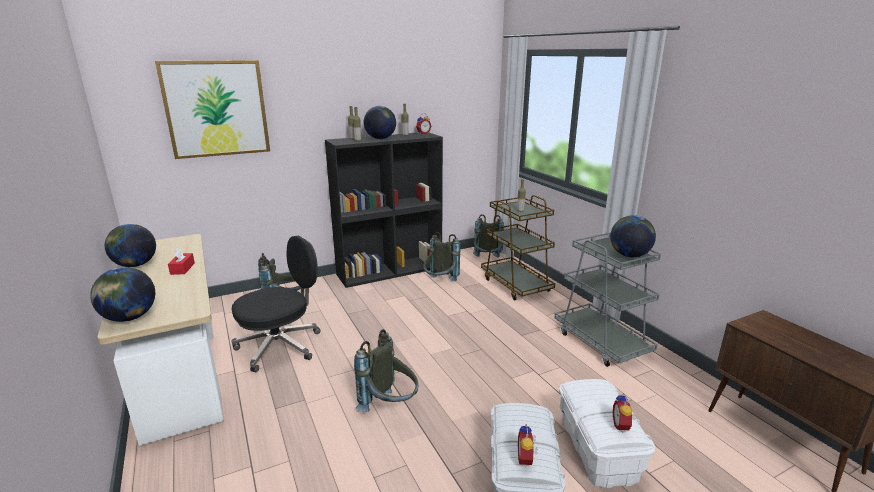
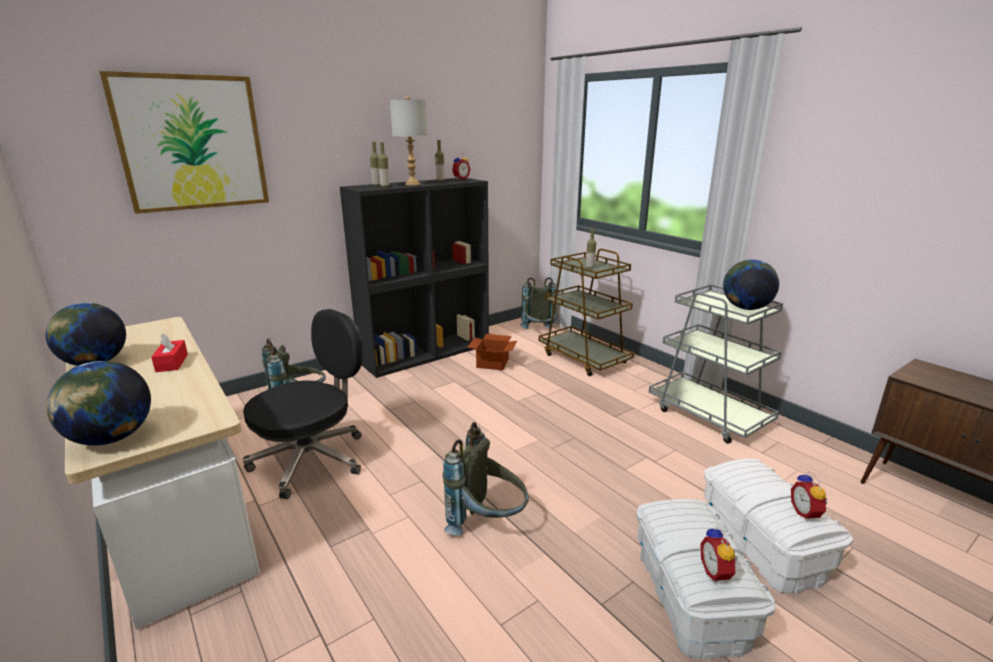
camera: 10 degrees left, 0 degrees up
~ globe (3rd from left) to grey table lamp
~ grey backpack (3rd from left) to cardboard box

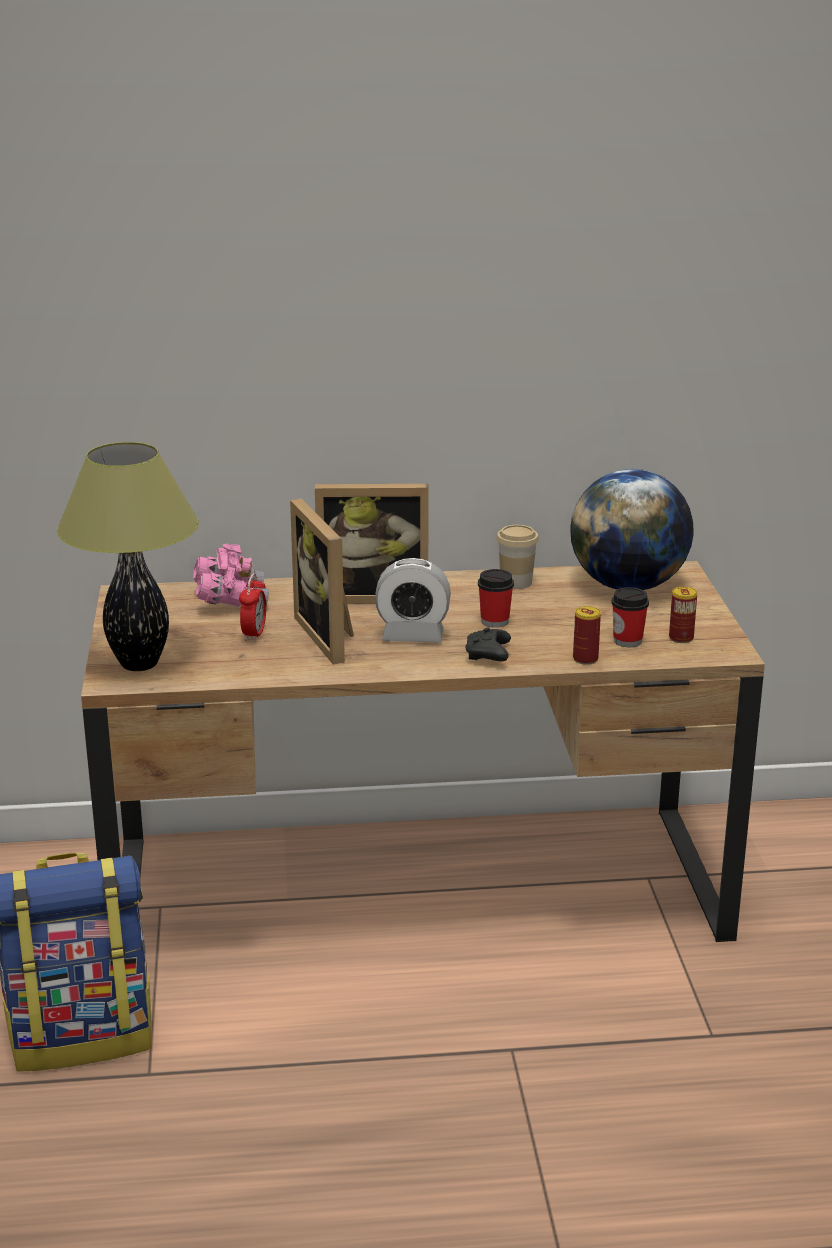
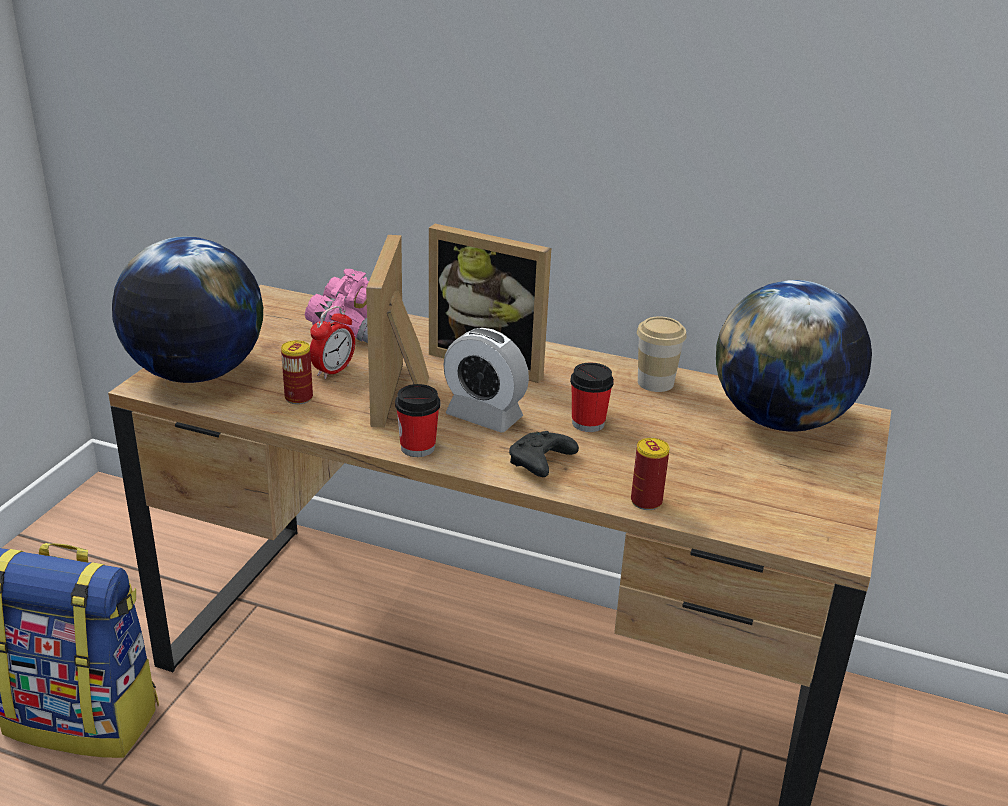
camera: 25 degrees right, 5 degrees up
~ table lamp to globe (1st from left)
~ cup (3rd from left in the first image) to cup (1st from left)
~ can (2nd from left in the first image) to can (1st from left)

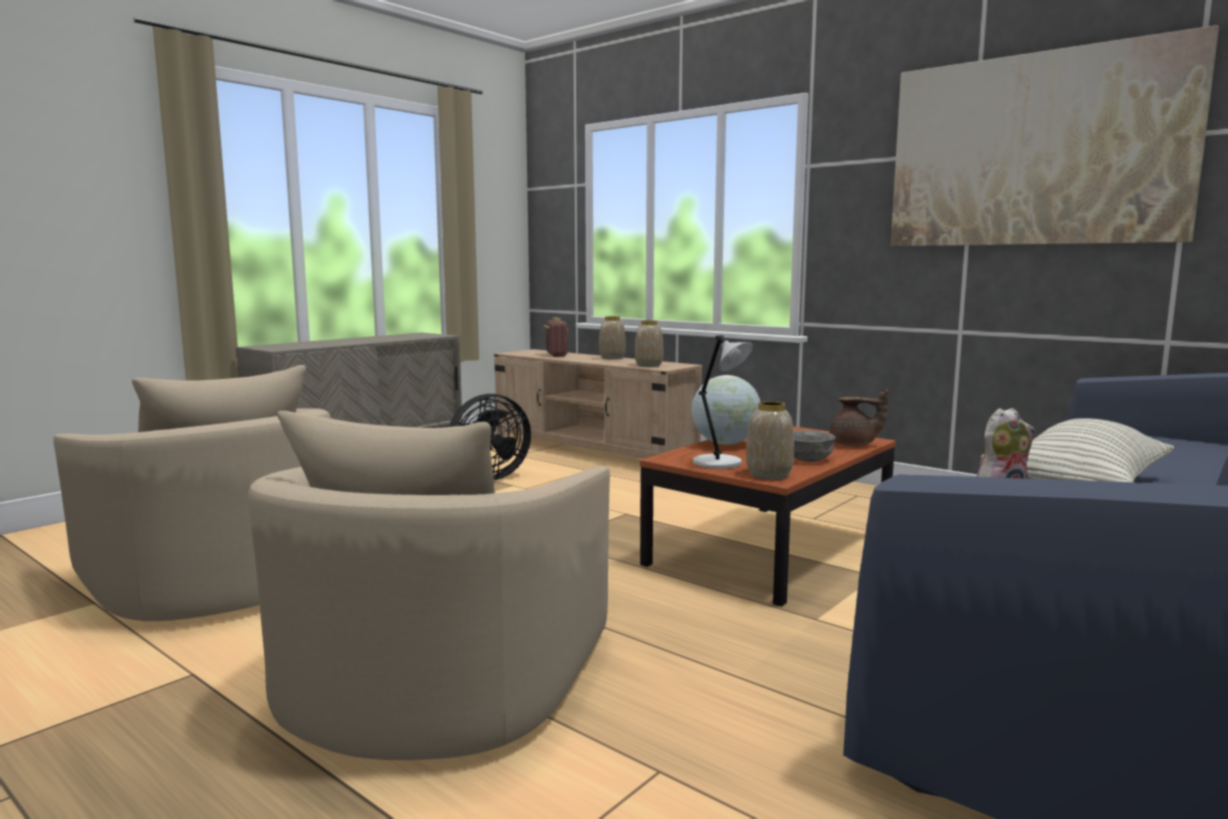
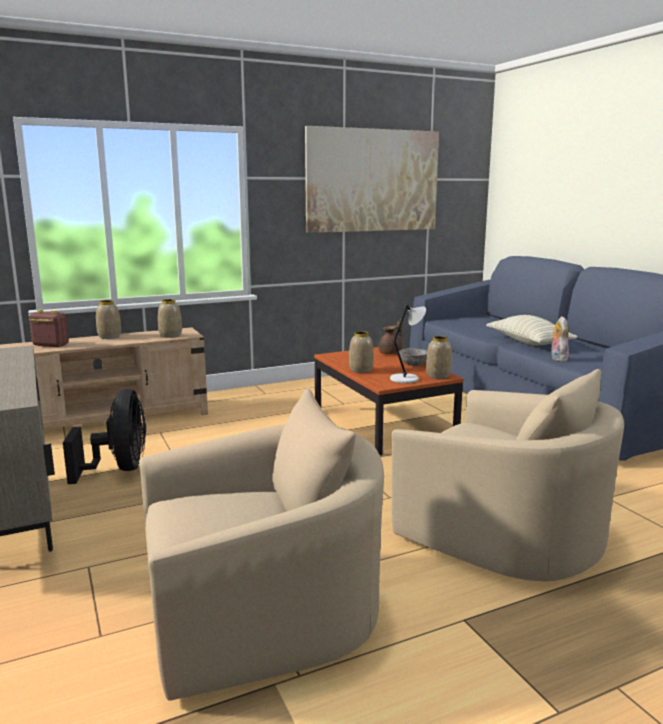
camera: 65 degrees left, 5 degrees up
~ globe to vase (3rd from left)

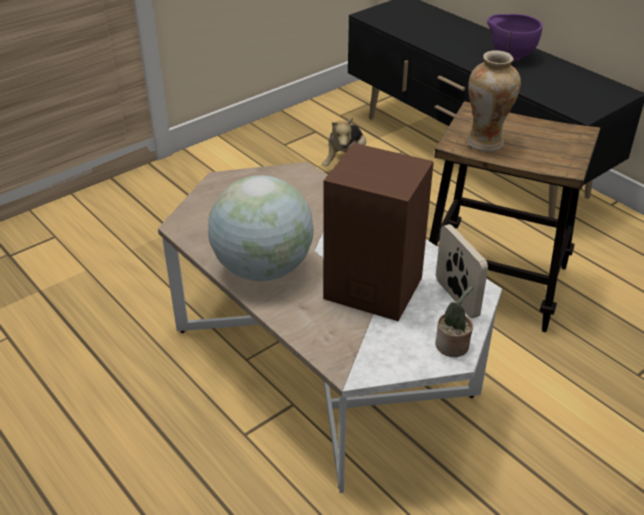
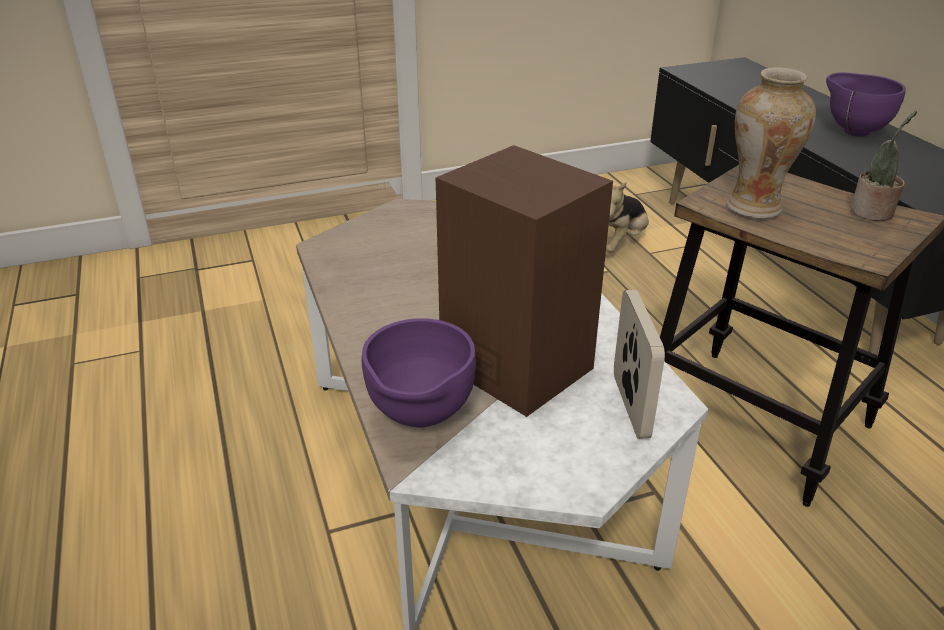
camera: 20 degrees right, 5 degrees down
- globe
~ potted plant
+ purple bowl (1st from left)

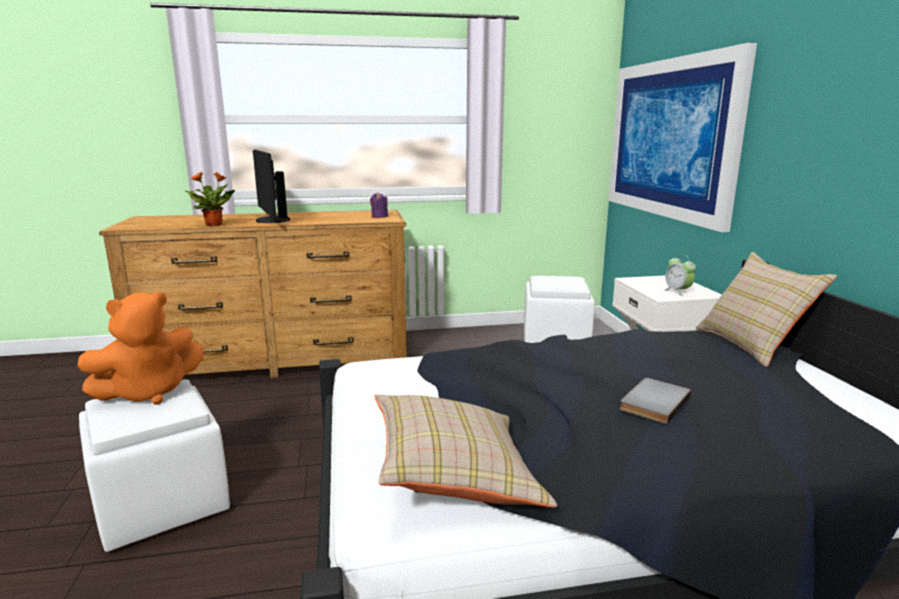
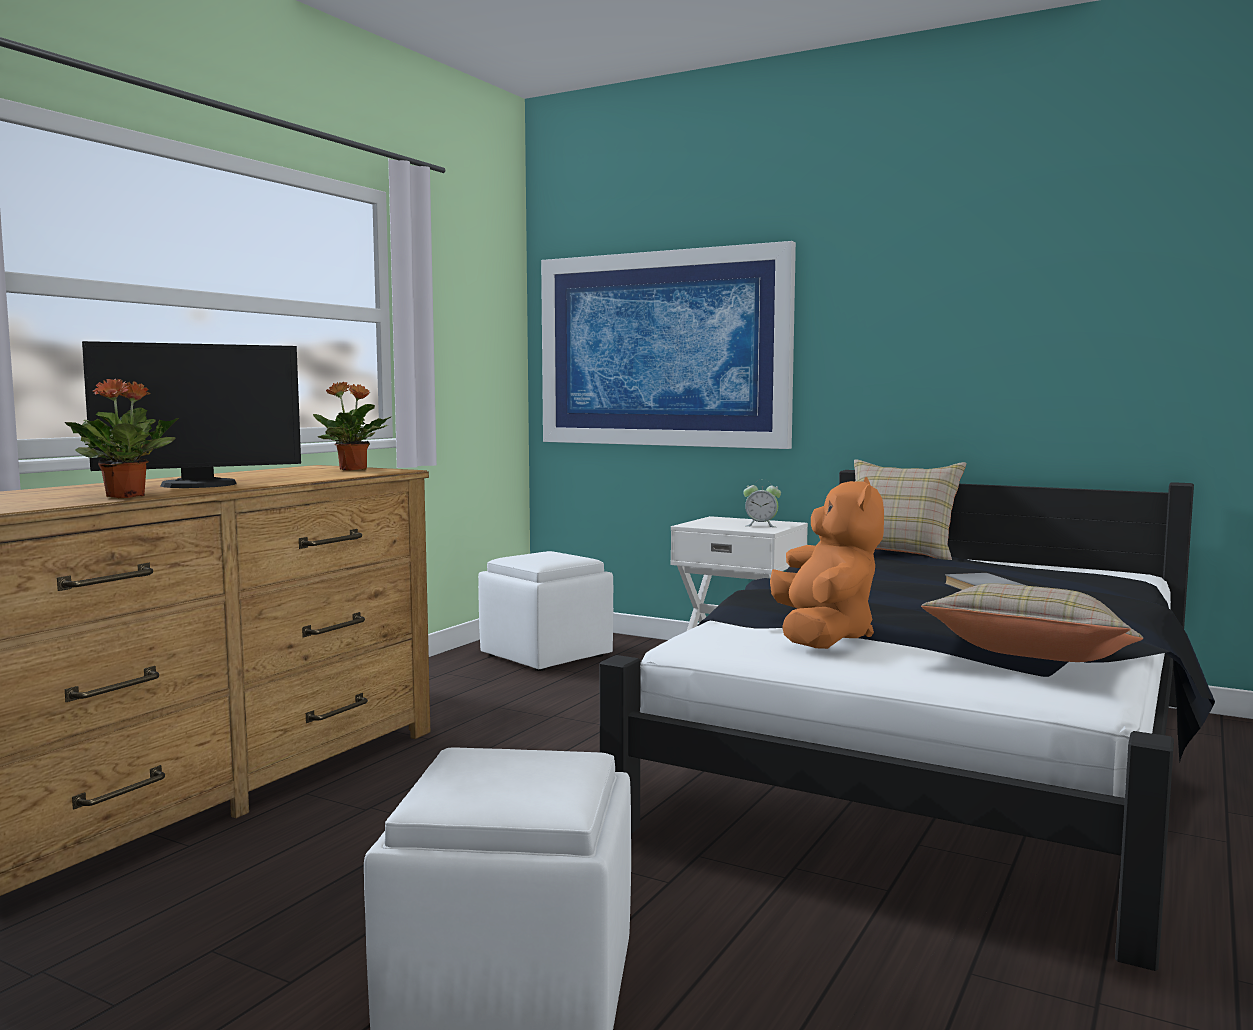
camera: 50 degrees left, 10 degrees down
~ monitor 45 degrees counterclockwise
~ purple candle to potted plant (2nd from left)
~ orange plush toy

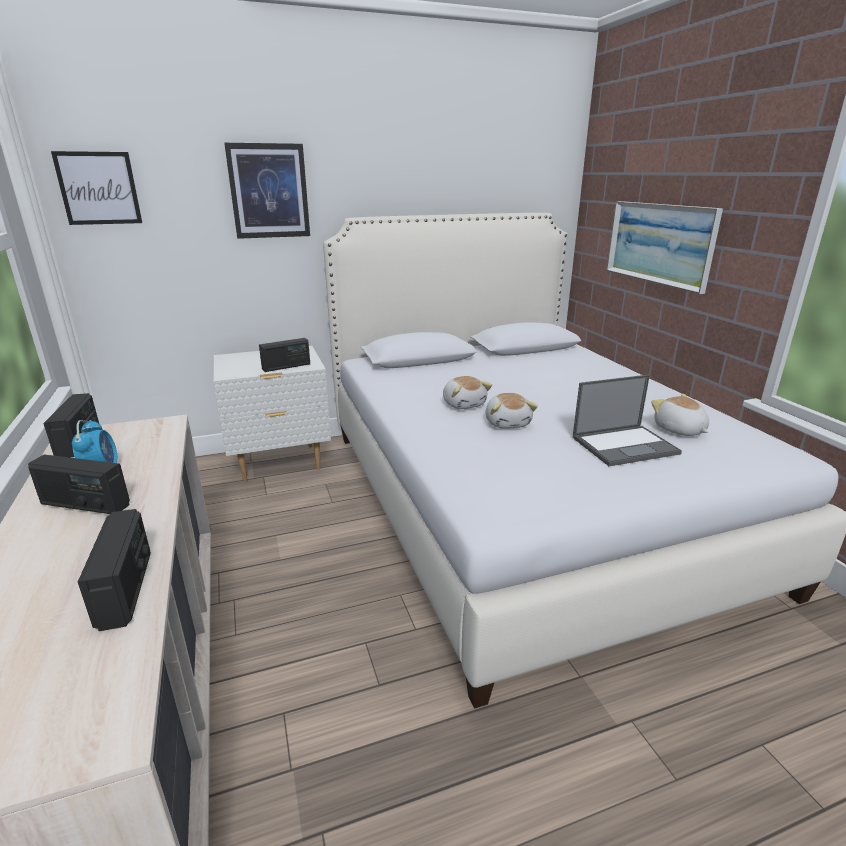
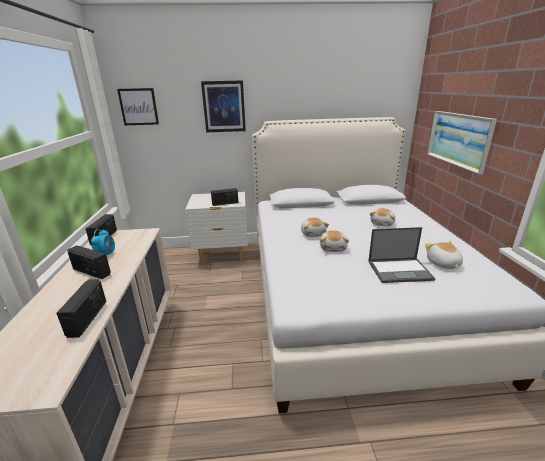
camera: 15 degrees right, 0 degrees up
+ plush toy (3rd from left)

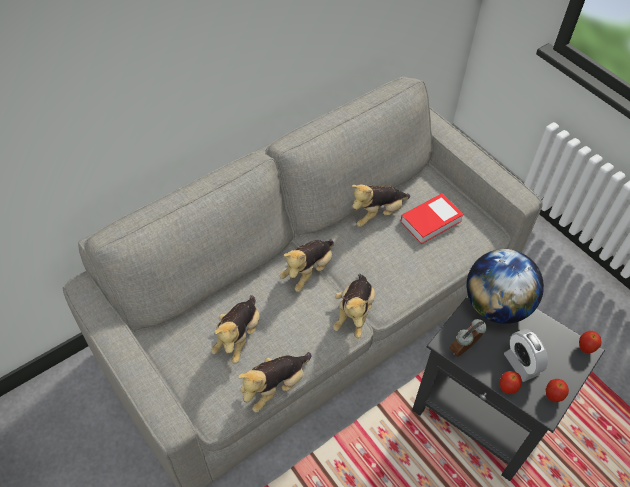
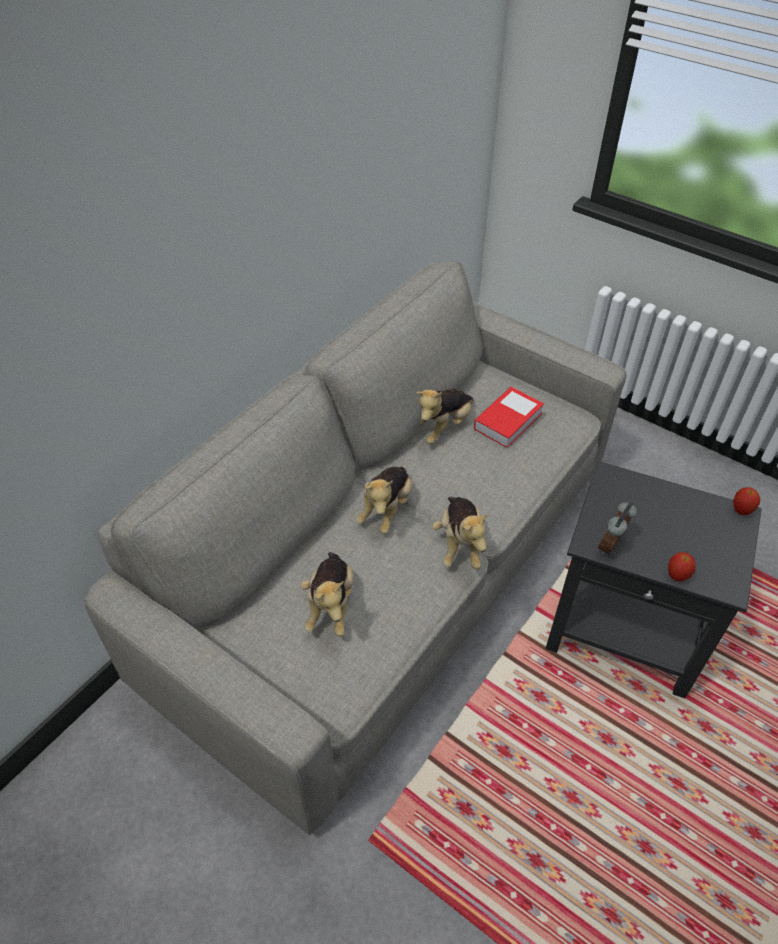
camera: 15 degrees left, 5 degrees down
- globe
- alarm clock (2nd from left)
- plush toy (2nd from left)
- apple (2nd from left)

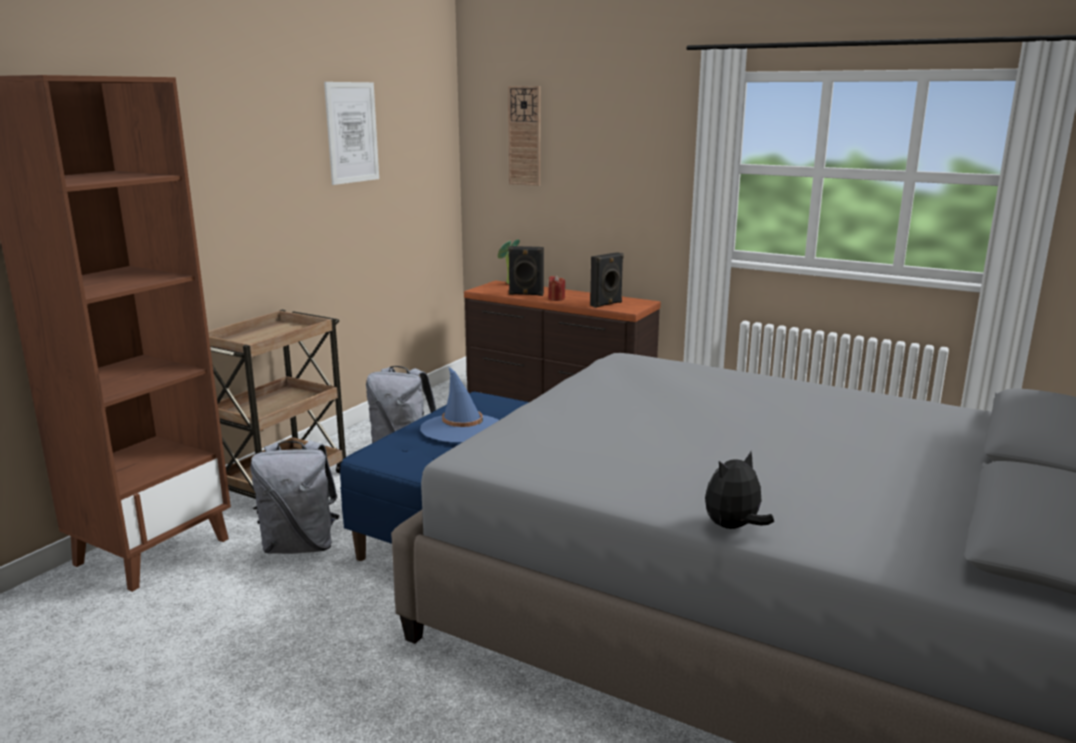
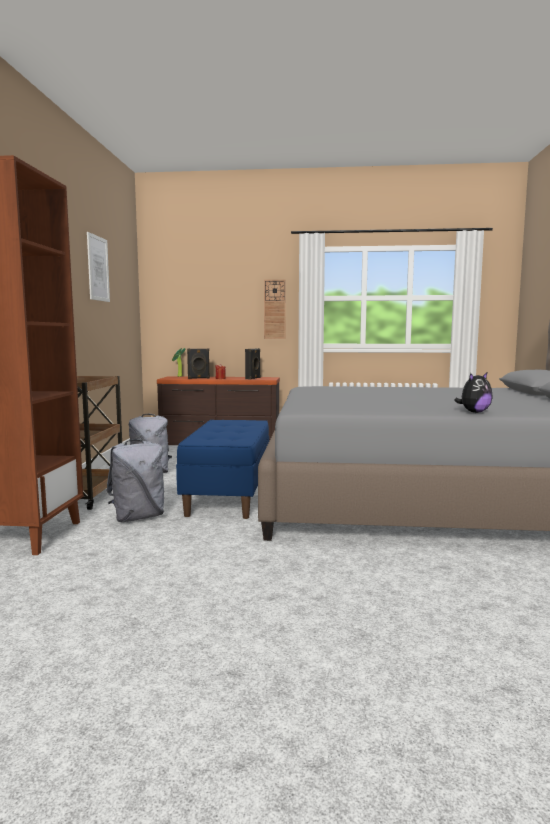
camera: 25 degrees left, 10 degrees down
~ wall clock
- blue hat
~ plush toy 150 degrees counterclockwise

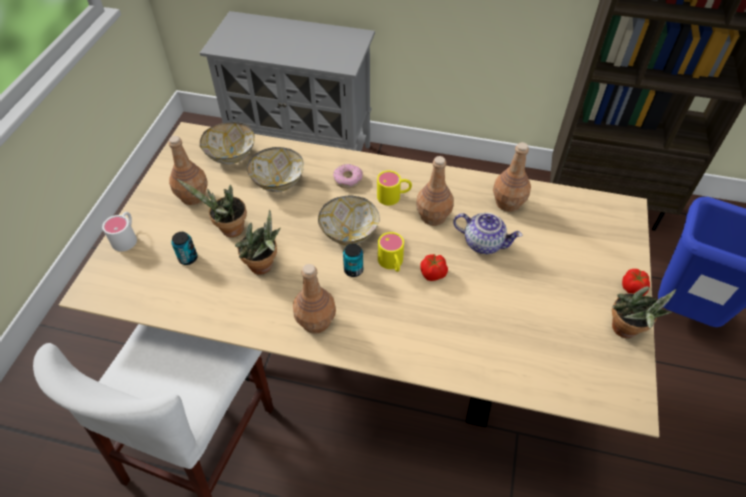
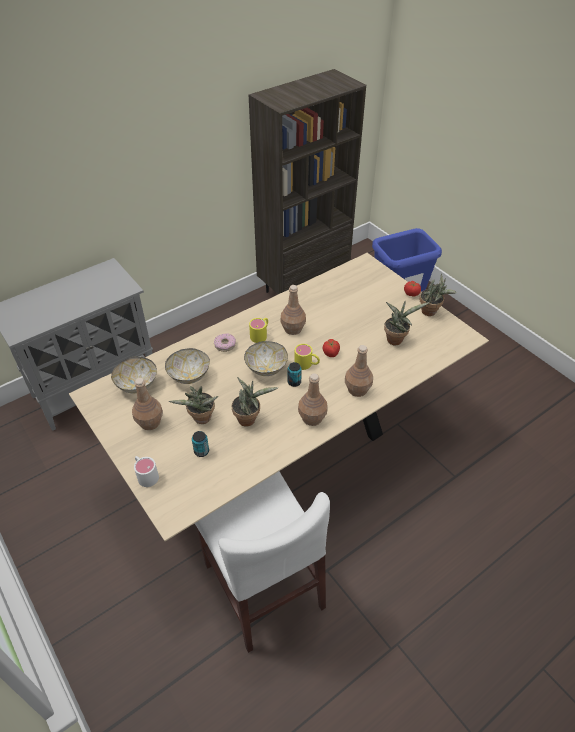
camera: 50 degrees left, 5 degrees down
~ brown bottle (4th from left)
- teapot
+ potted plant (3rd from left)

